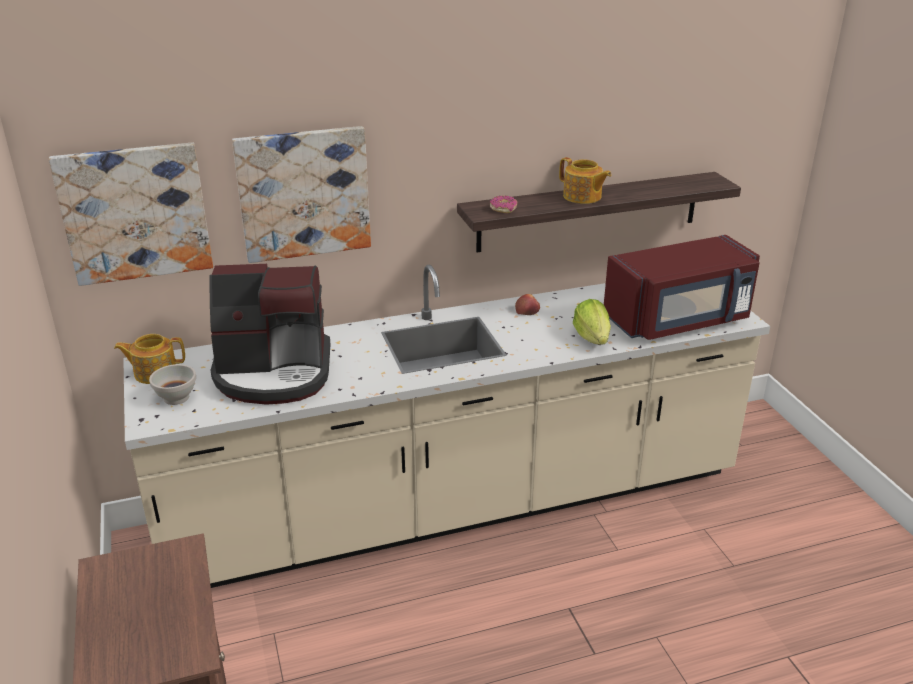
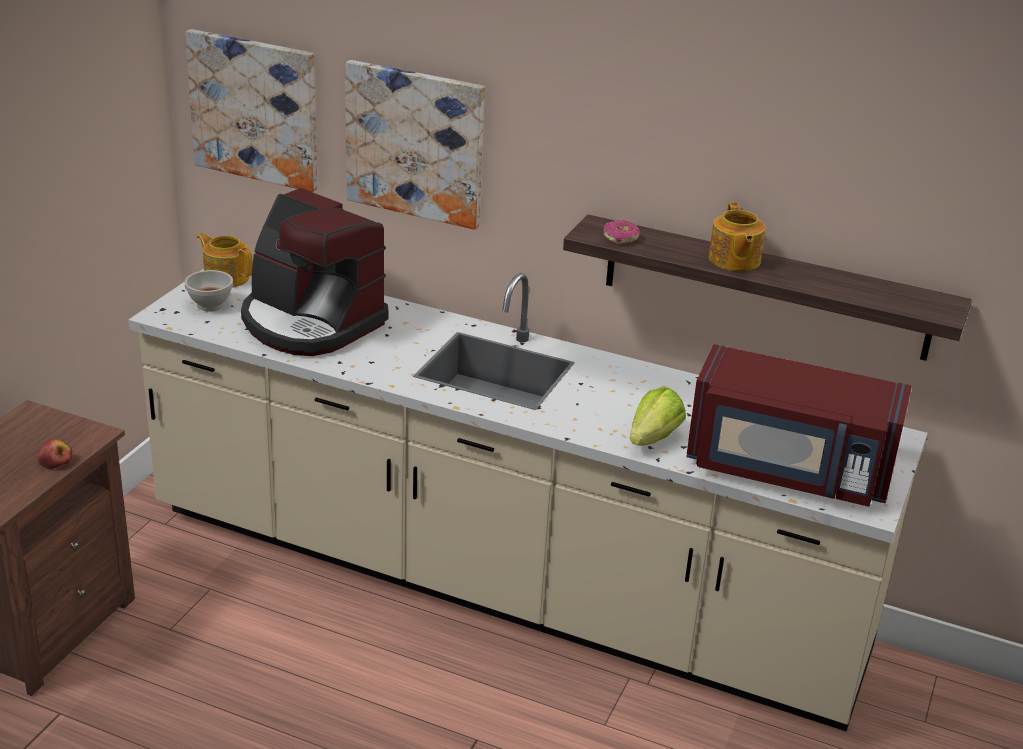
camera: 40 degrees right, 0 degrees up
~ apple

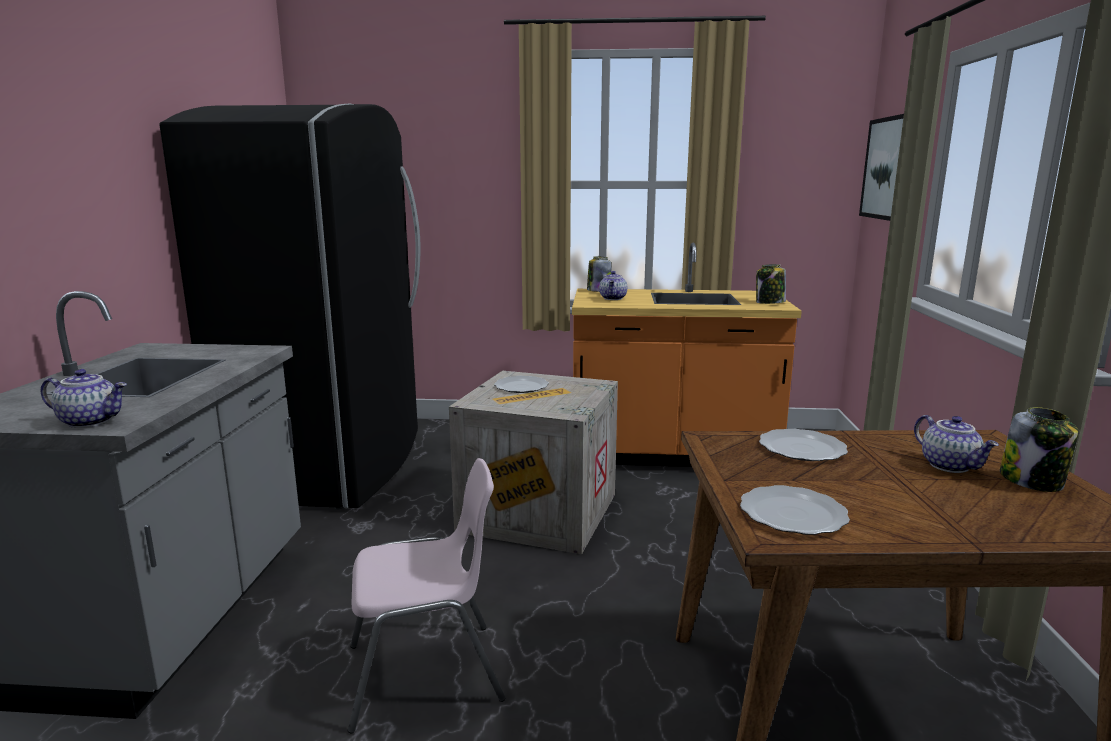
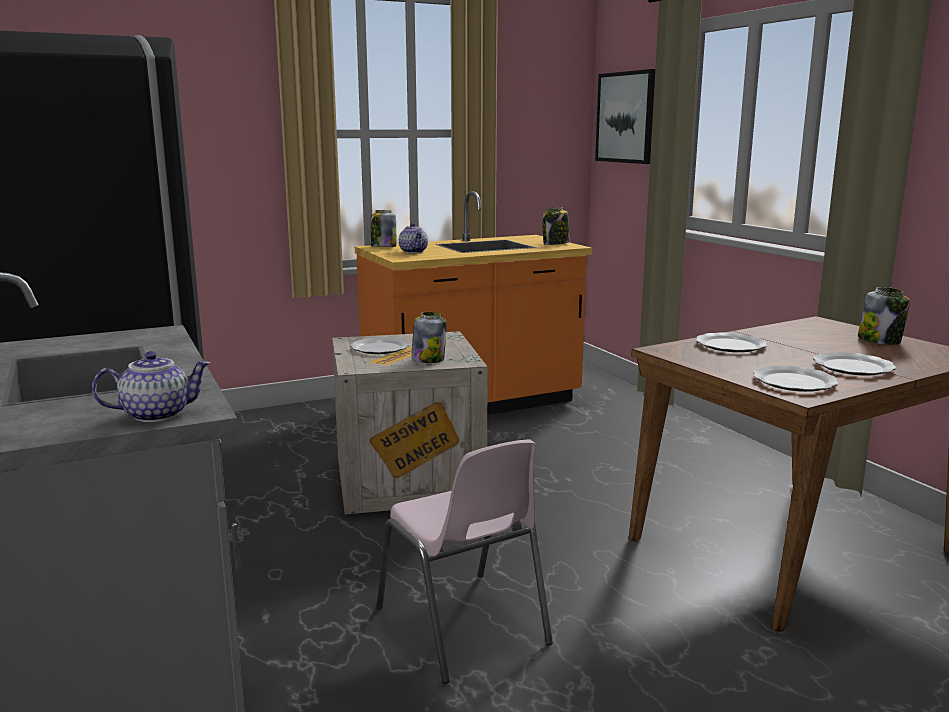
camera: 30 degrees left, 0 degrees up
- teapot (3rd from left)
~ pink chair 105 degrees clockwise
+ jar (2nd from left)
+ plate (4th from left)

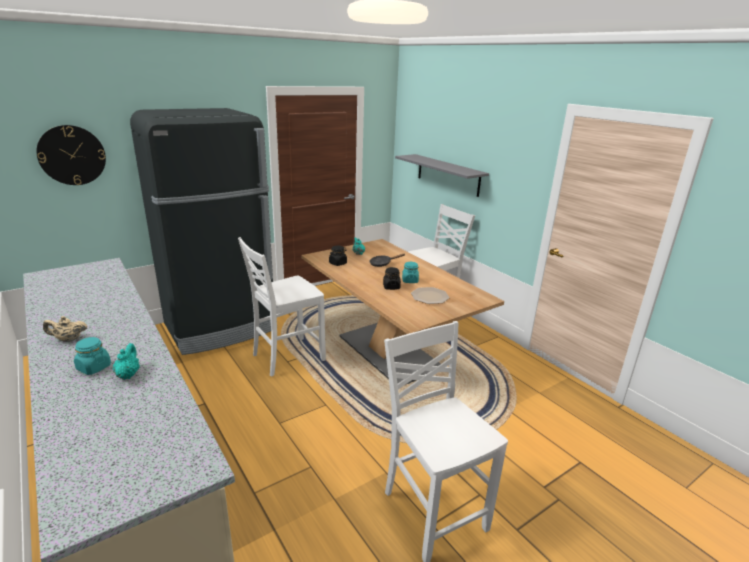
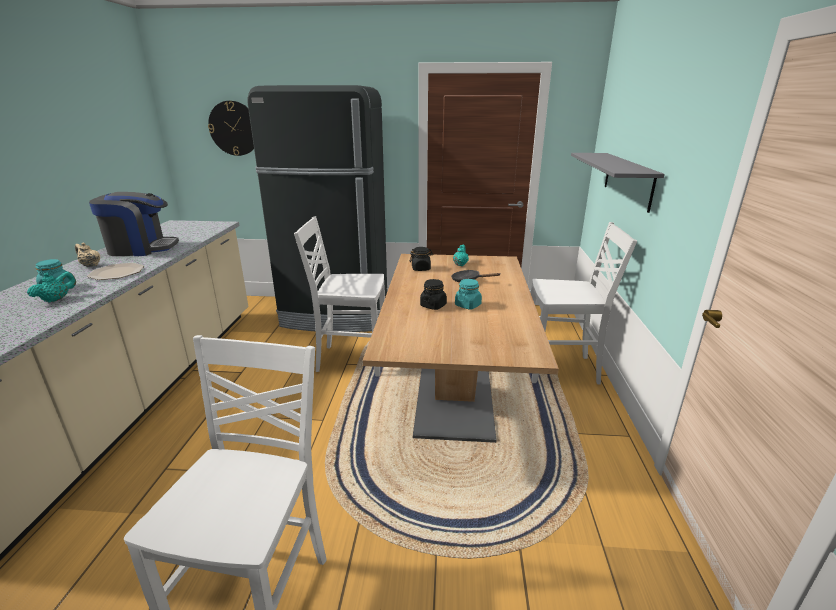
camera: 40 degrees right, 0 degrees up
~ plate
+ coffee machine

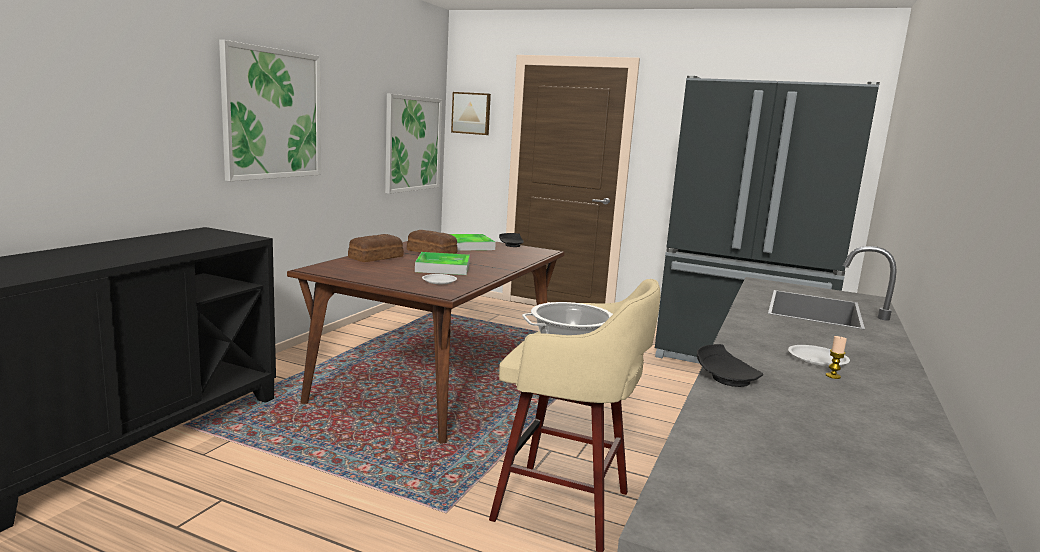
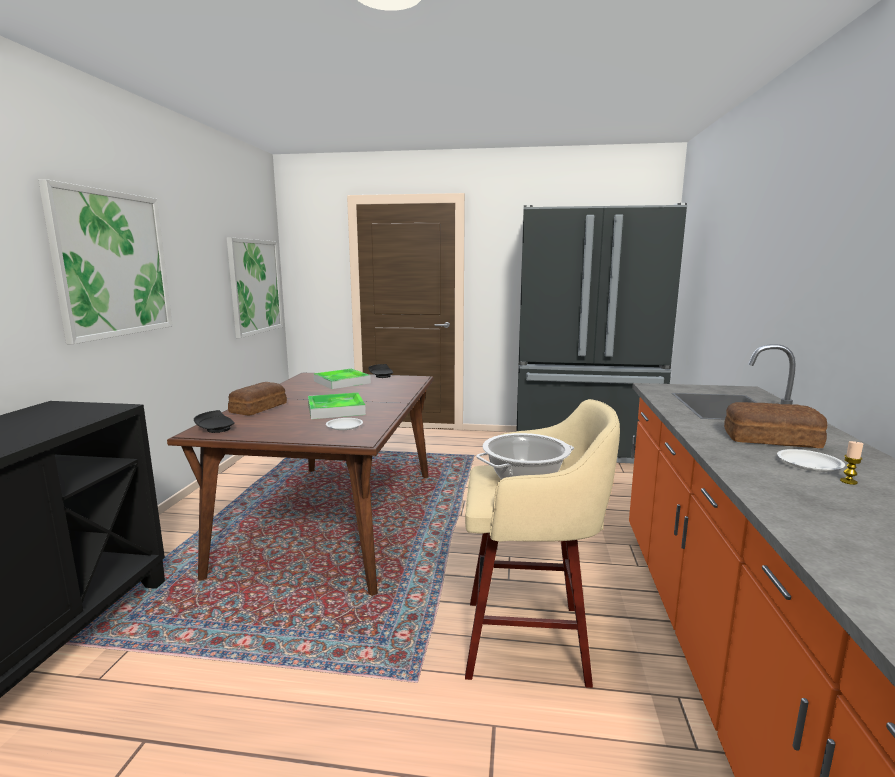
camera: 15 degrees left, 0 degrees up
- picture (3rd from left)
~ bread (2nd from left)
~ black plate (2nd from left in the first image) to black plate (1st from left)

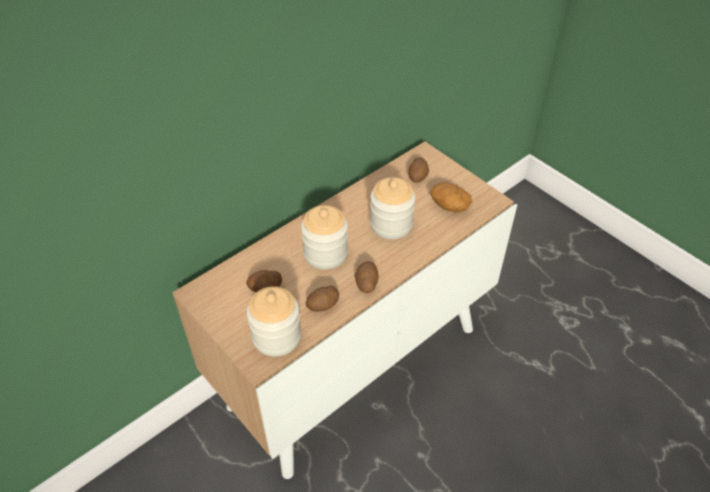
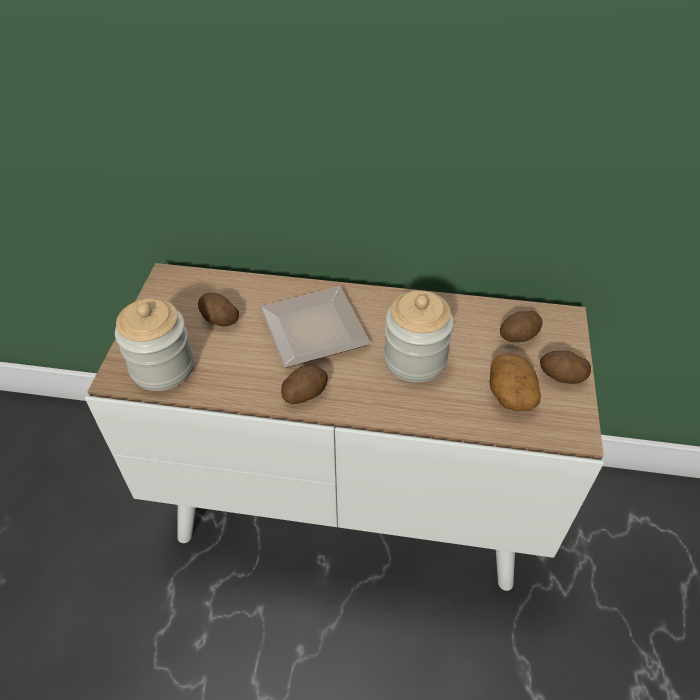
camera: 50 degrees right, 0 degrees up
~ jar (2nd from left) to plate
~ potato (2nd from left in the first image) to potato (5th from left)

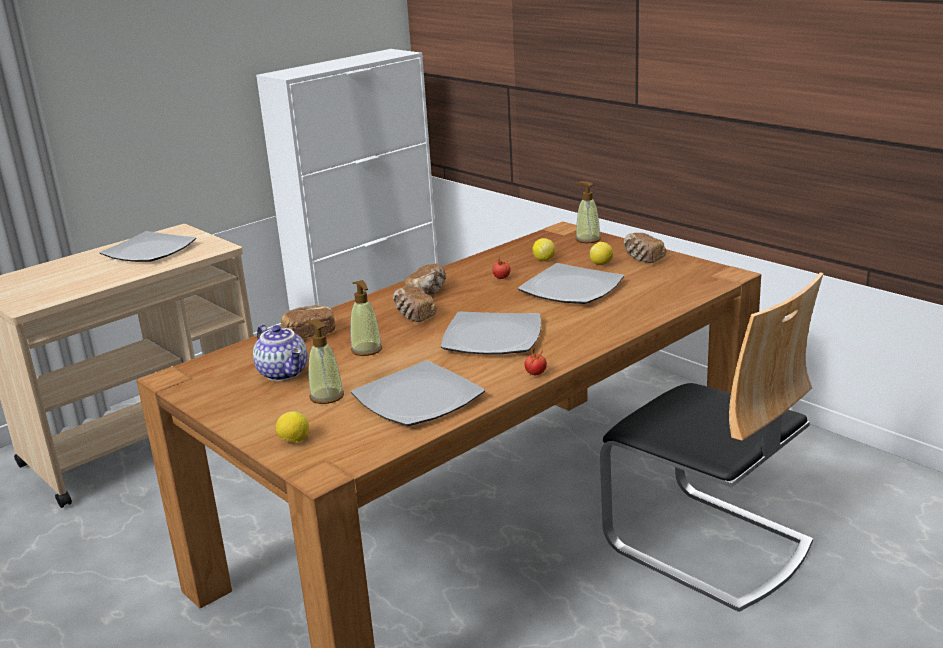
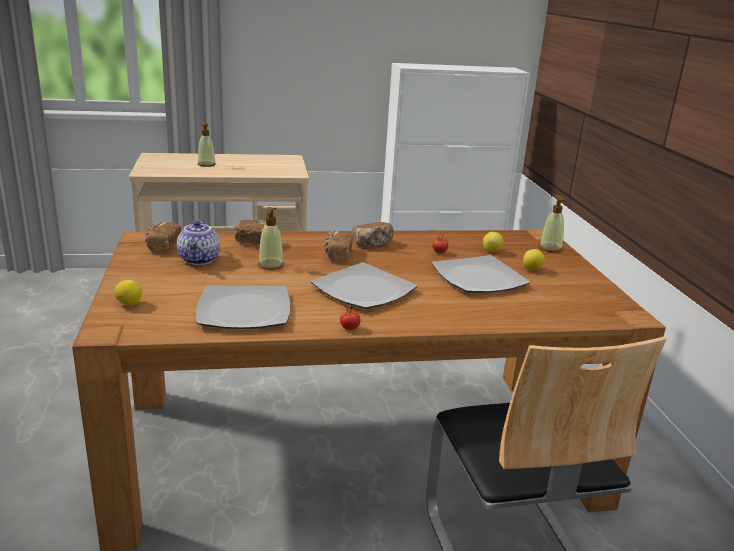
camera: 30 degrees right, 0 degrees up
- plate (1st from left)
~ bread (4th from left in the first image) to bread (1st from left)
~ soap dispenser (1st from left)

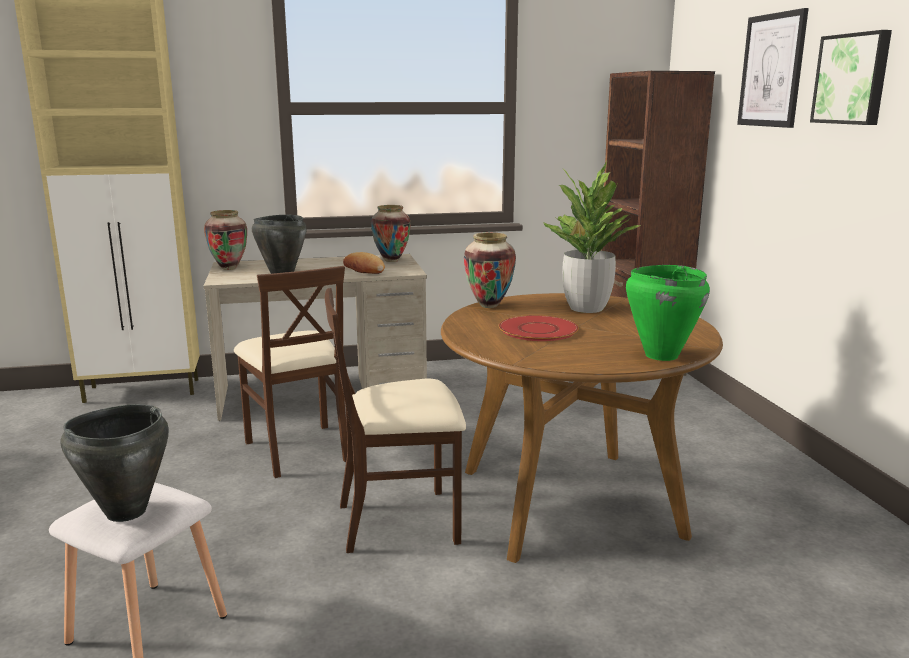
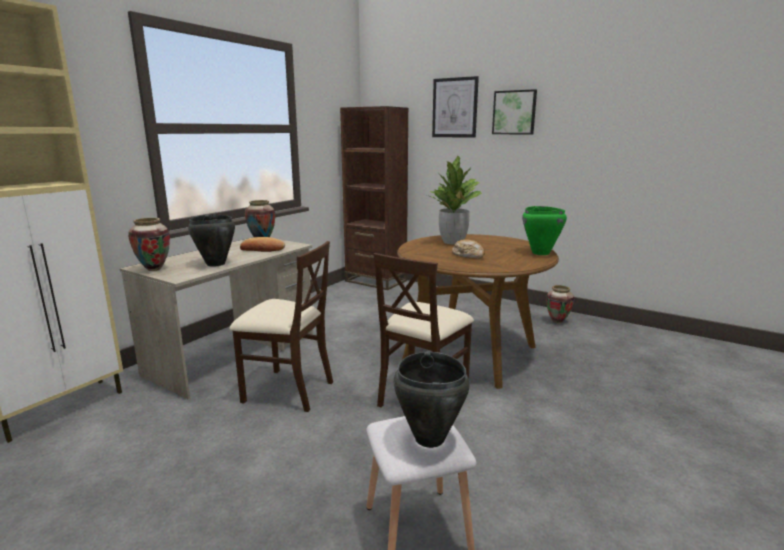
camera: 45 degrees left, 0 degrees up
~ vase (3rd from left)
~ red plate to bread (2nd from left)

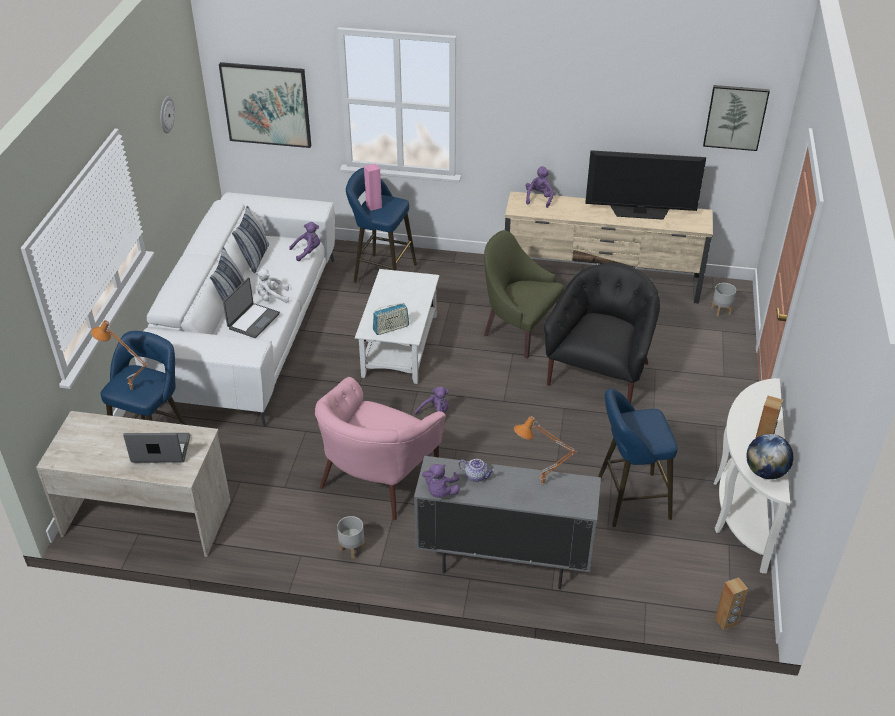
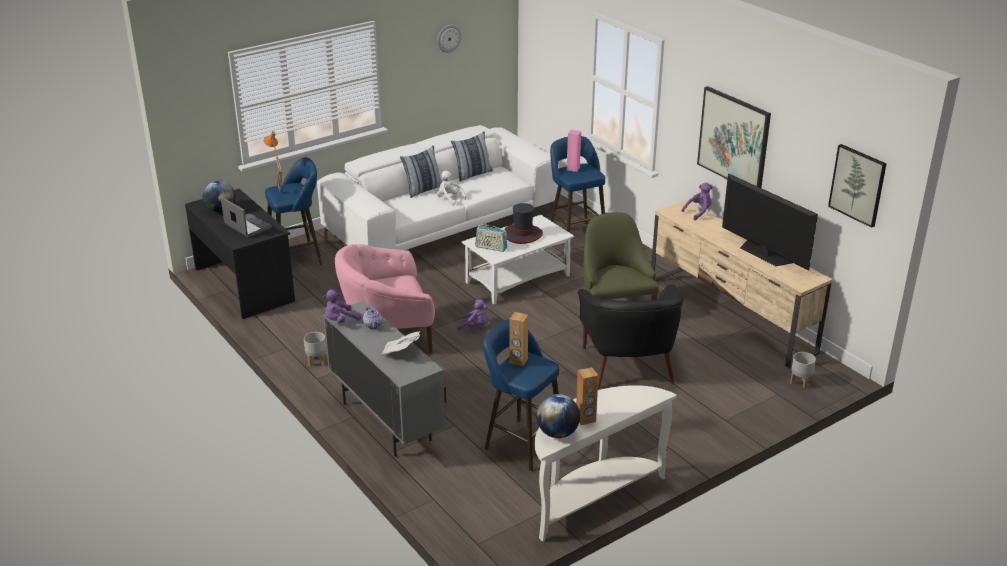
camera: 45 degrees right, 10 degrees down
~ picture (1st from left)
- purple plush toy (1st from left)
~ black armchair 105 degrees clockwise
- laptop (2nd from left)
~ beige desk to black desk
~ orange table lamp (2nd from left) to newspaper
~ brown speaker (1st from left)
+ globe (1st from left)
+ hat

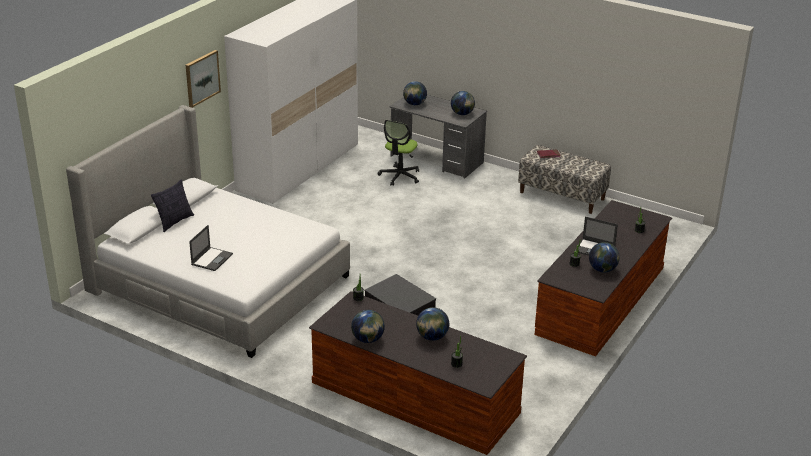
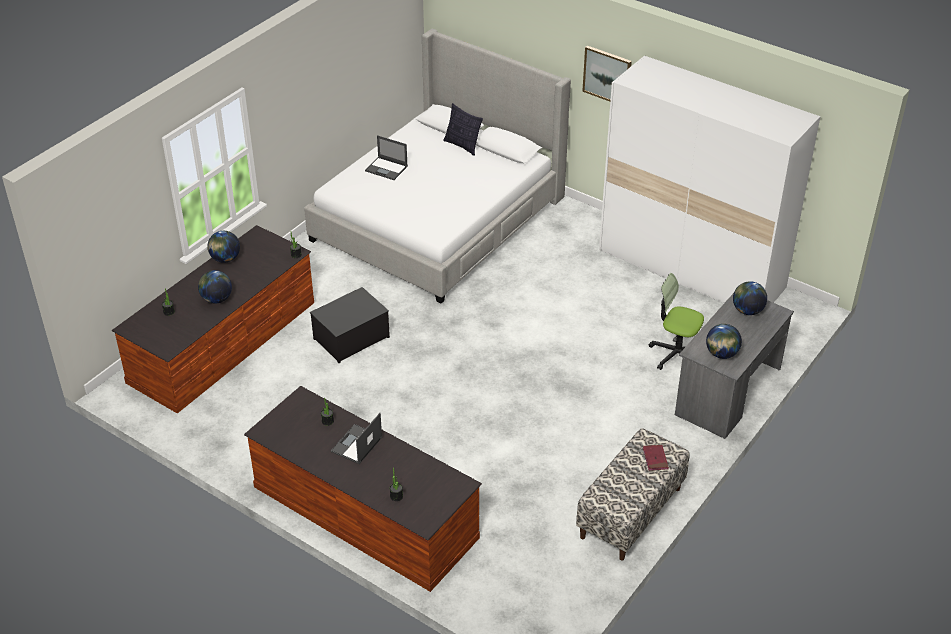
camera: 95 degrees right, 10 degrees up
- globe (5th from left)

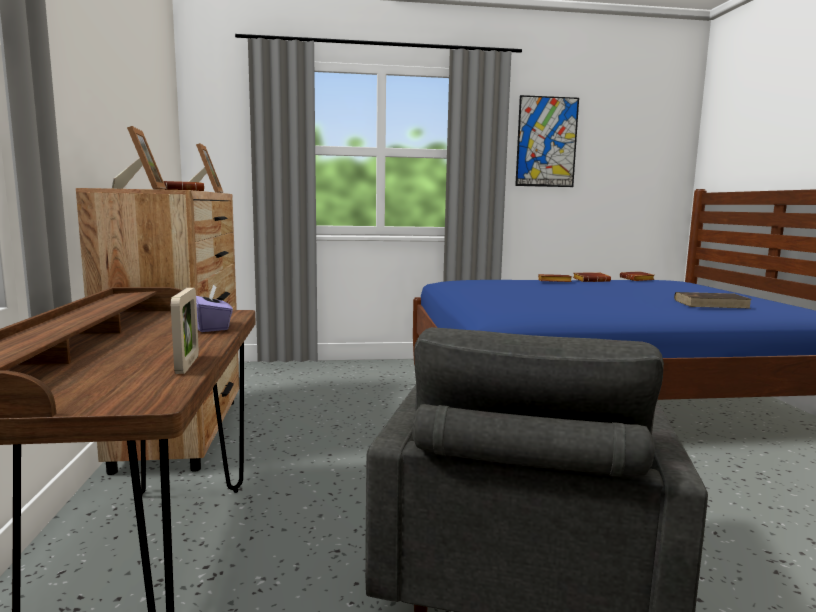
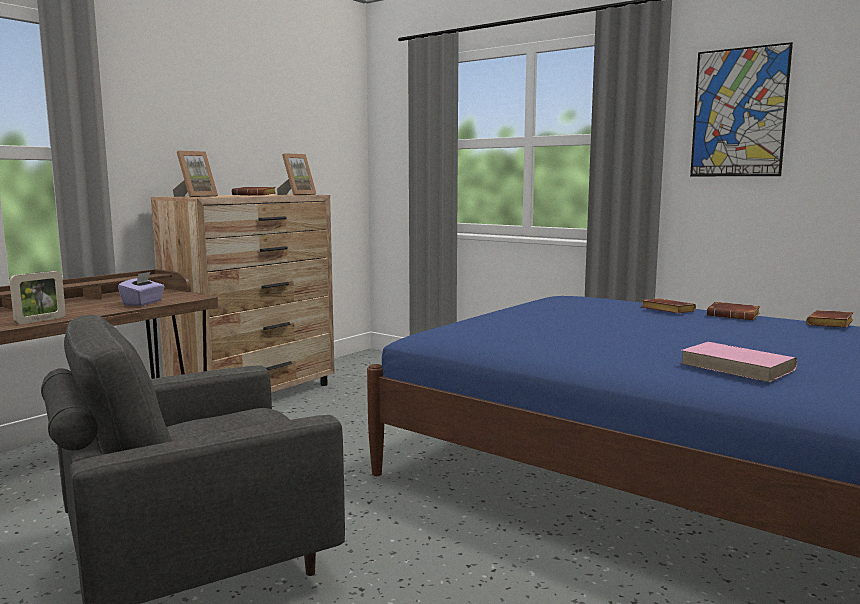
camera: 45 degrees right, 0 degrees up
~ brown book (5th from left) to pink book

